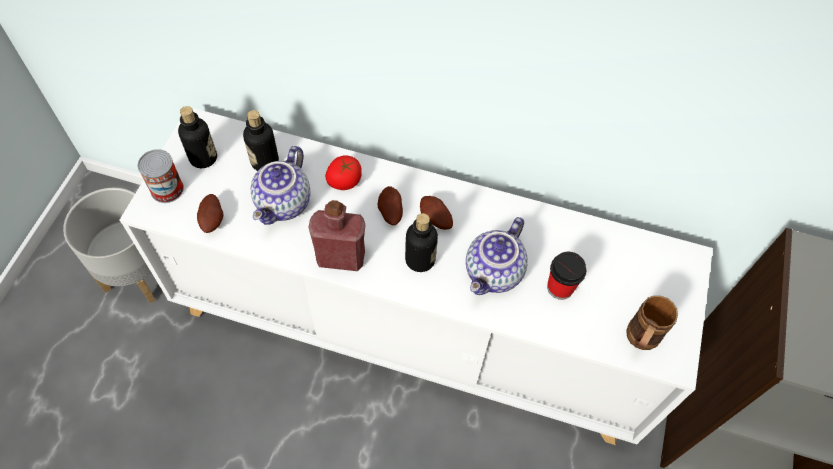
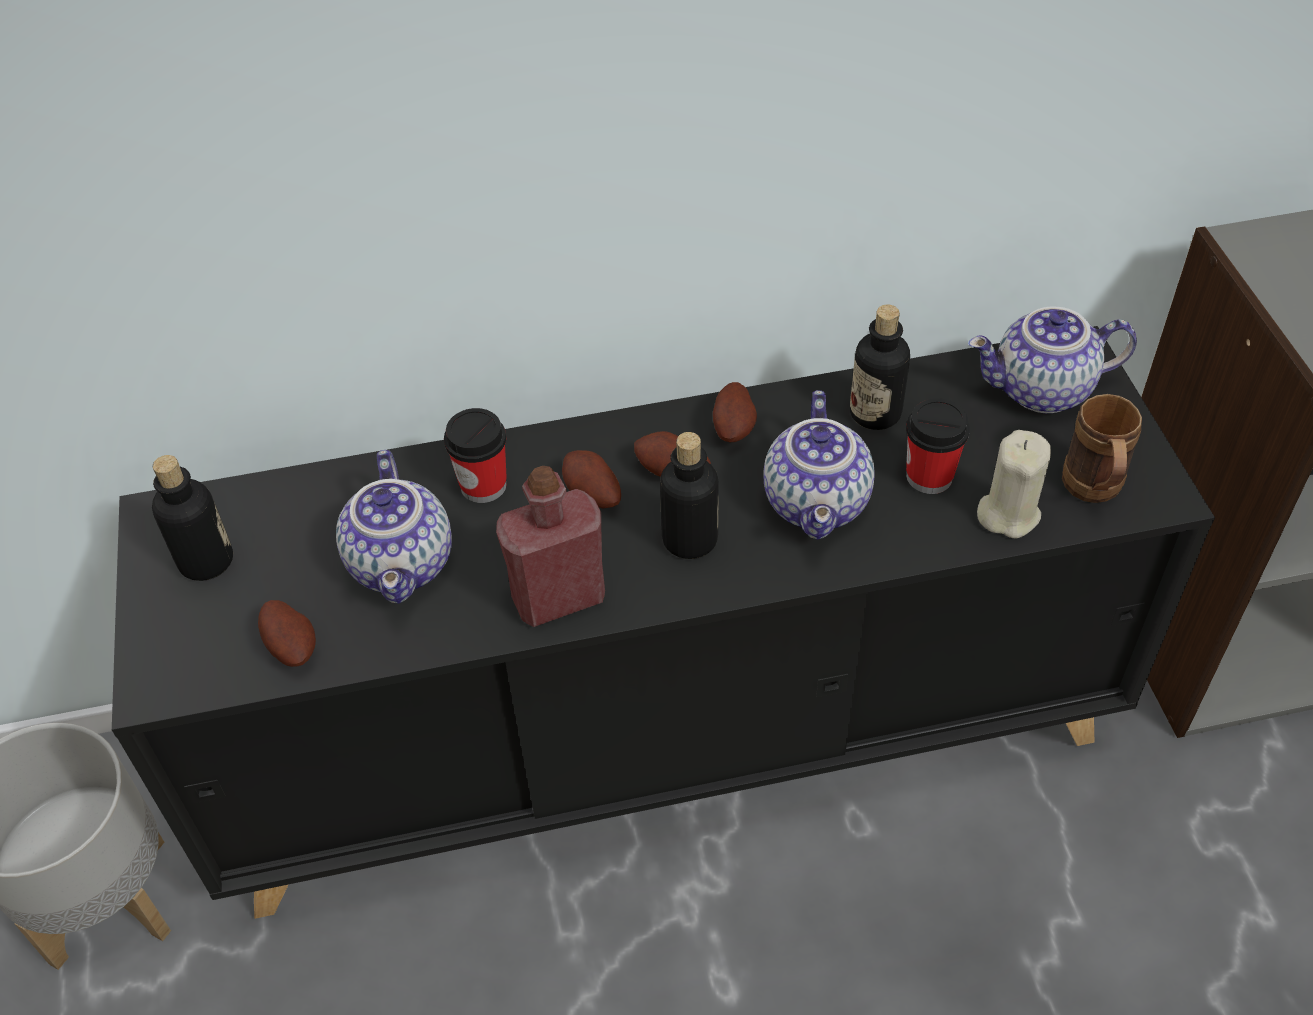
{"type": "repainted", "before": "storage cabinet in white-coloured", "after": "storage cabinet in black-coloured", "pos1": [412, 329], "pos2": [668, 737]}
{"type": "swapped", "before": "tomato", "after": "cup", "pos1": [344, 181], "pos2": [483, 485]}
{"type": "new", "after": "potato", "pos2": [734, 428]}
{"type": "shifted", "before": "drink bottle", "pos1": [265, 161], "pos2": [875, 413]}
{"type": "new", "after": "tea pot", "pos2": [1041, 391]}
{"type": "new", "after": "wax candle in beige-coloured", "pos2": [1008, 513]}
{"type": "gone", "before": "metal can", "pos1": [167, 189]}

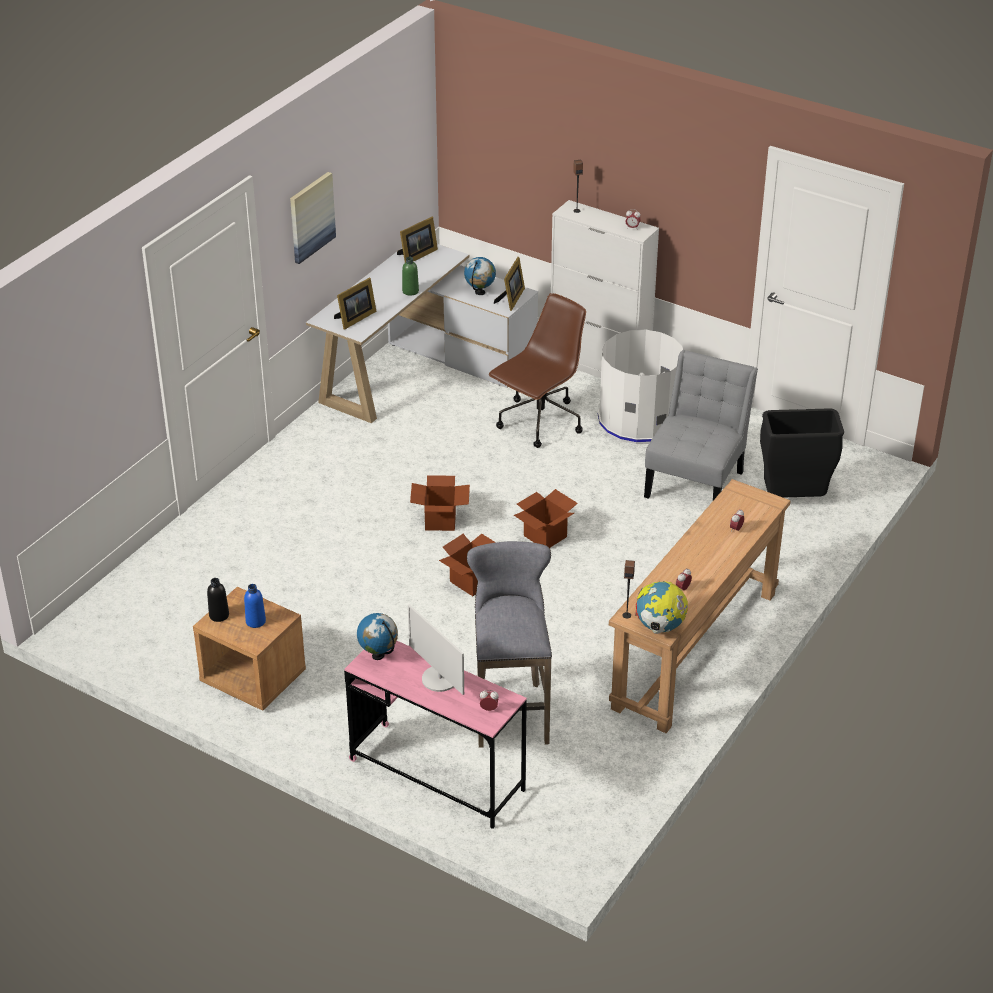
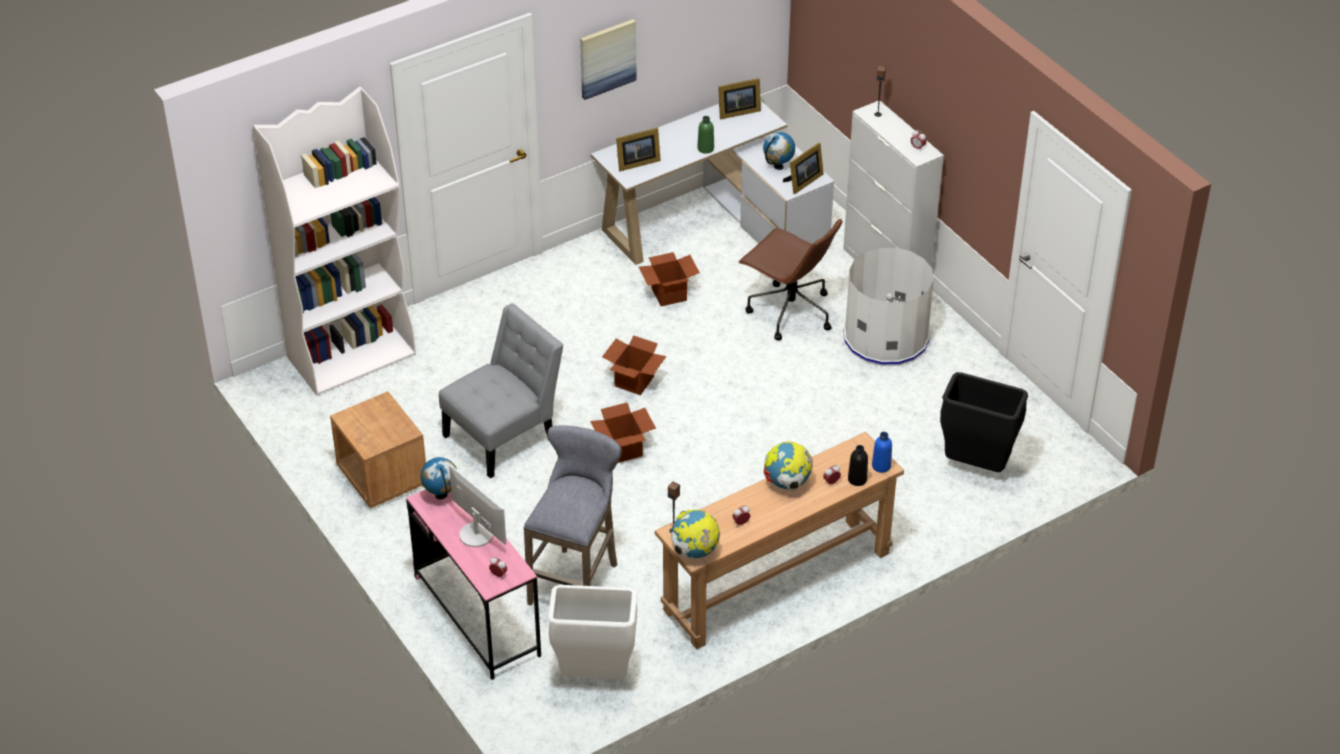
{"type": "new", "after": "bookcase in white-coloured", "pos2": [352, 355]}
{"type": "shifted", "before": "upright chair in greyish", "pos1": [696, 481], "pos2": [504, 435]}
{"type": "rotated", "before": "computer display", "pos1": [440, 679], "pos2": [477, 534], "turn": 150}
{"type": "new", "after": "waste bin in white-coloured", "pos2": [594, 676]}
{"type": "shifted", "before": "packing box", "pos1": [545, 536], "pos2": [669, 294]}
{"type": "rotated", "before": "office chair in brown-coloured", "pos1": [539, 423], "pos2": [789, 312], "turn": 60}
{"type": "new", "after": "world globe", "pos2": [787, 483]}
{"type": "shifted", "before": "drink bottle in black-coloured", "pos1": [219, 615], "pos2": [857, 479]}
{"type": "shifted", "before": "drink bottle in blue", "pos1": [255, 621], "pos2": [881, 466]}

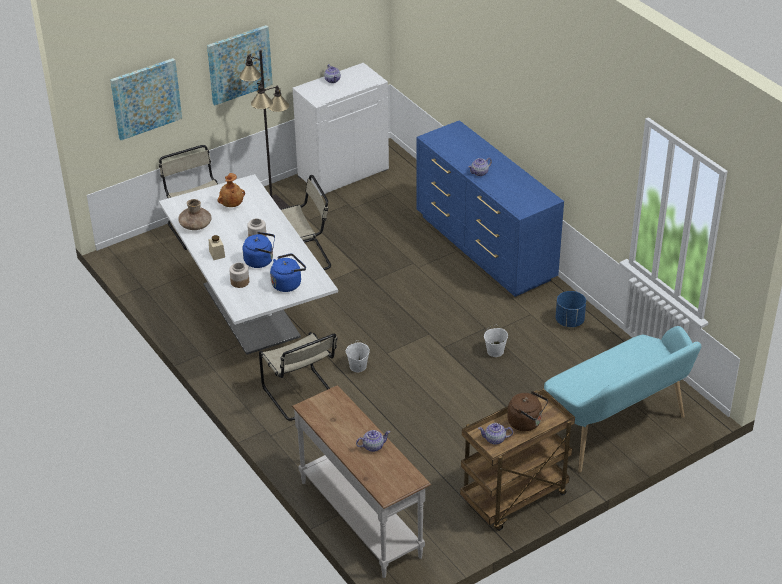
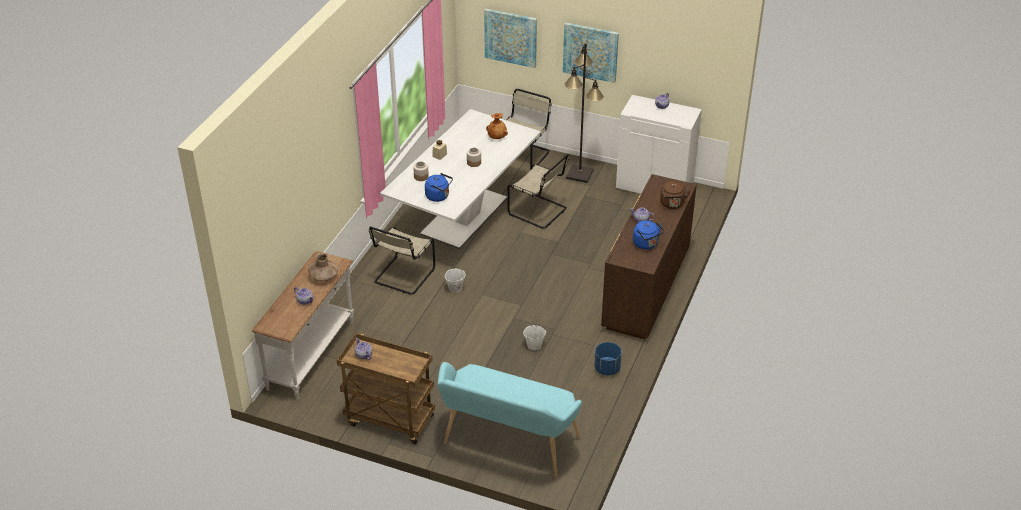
{"type": "shifted", "before": "vase in brown-coloured", "pos1": [195, 225], "pos2": [323, 276]}
{"type": "repainted", "before": "drawer chest in blue", "after": "drawer chest in brown-coloured", "pos1": [485, 248], "pos2": [645, 290]}
{"type": "shifted", "before": "tea kettle in blue", "pos1": [260, 261], "pos2": [646, 244]}
{"type": "shifted", "before": "tea kettle in brown-coloured", "pos1": [526, 423], "pos2": [672, 204]}

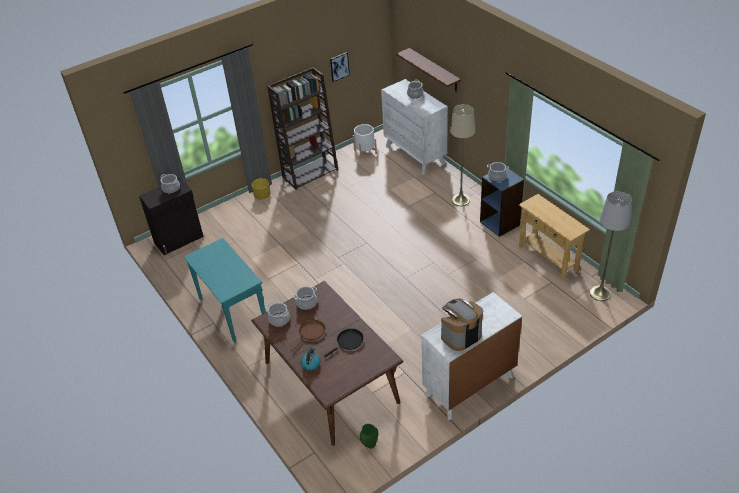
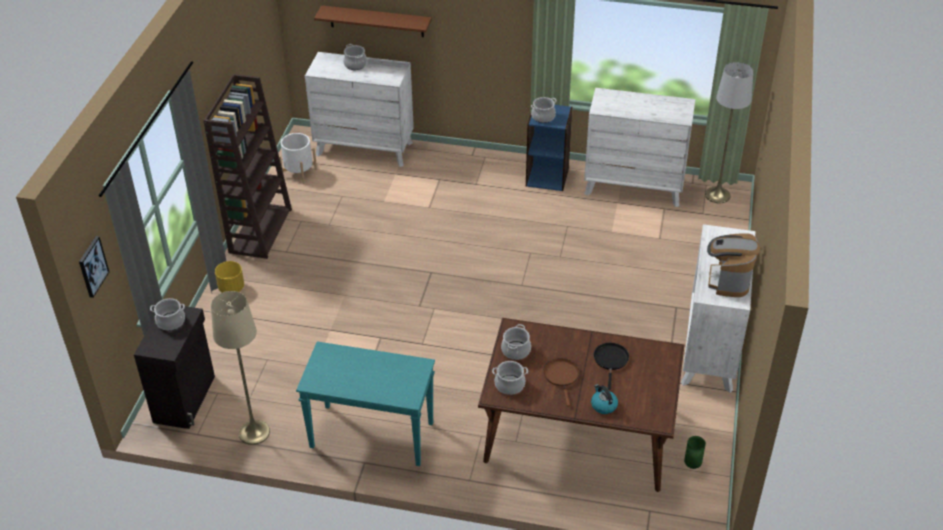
{"type": "shifted", "before": "wall picture", "pos1": [339, 66], "pos2": [92, 266]}
{"type": "shifted", "before": "floor lamp in beige-coloured", "pos1": [460, 200], "pos2": [254, 432]}
{"type": "swapped", "before": "hall table in beige-coloured", "after": "drawer chest in white-coloured", "pos1": [548, 258], "pos2": [634, 187]}

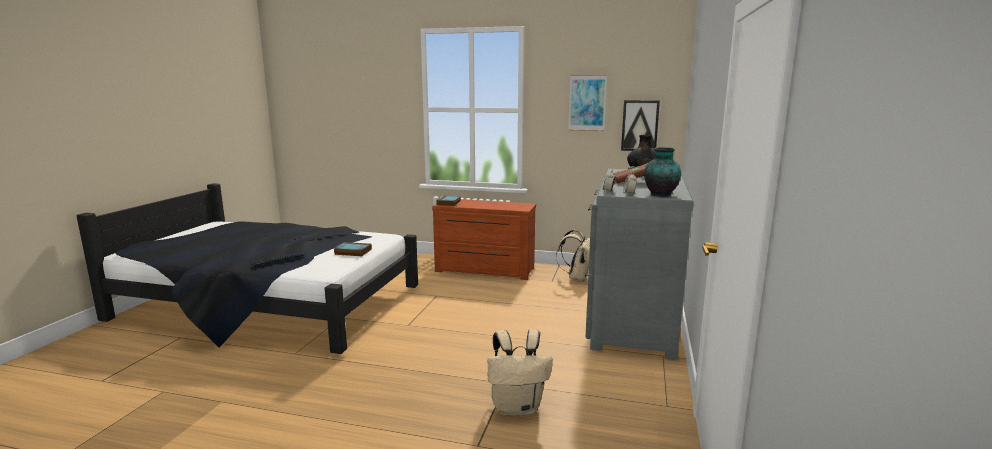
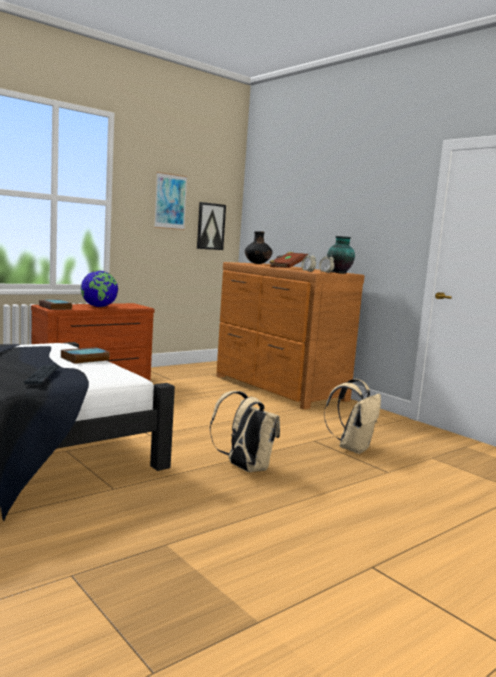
{"type": "new", "after": "world globe", "pos2": [99, 307]}
{"type": "shifted", "before": "rucksack in beige-coloured", "pos1": [576, 278], "pos2": [244, 468]}
{"type": "repainted", "before": "drawer chest in greyish", "after": "drawer chest in brown-coloured", "pos1": [630, 319], "pos2": [278, 388]}

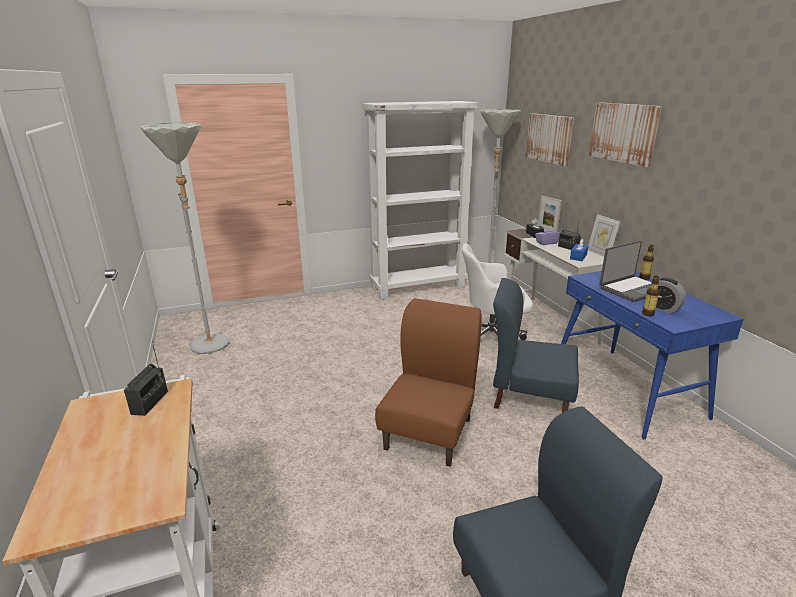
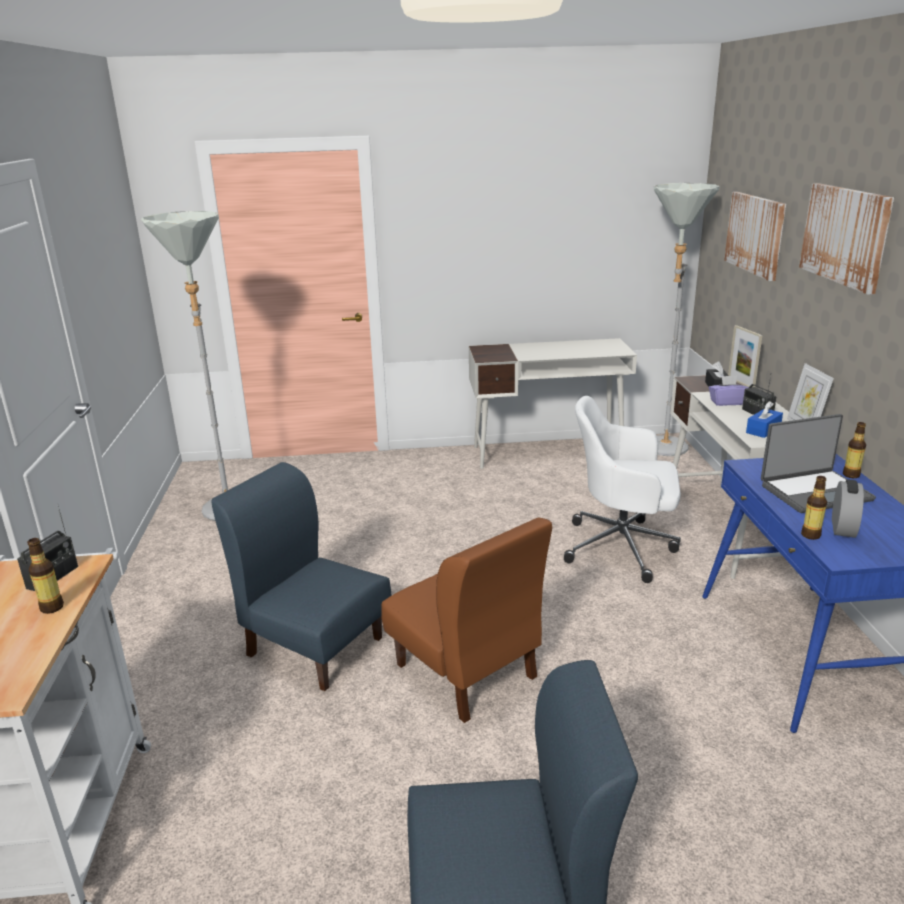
{"type": "new", "after": "drink bottle", "pos2": [52, 607]}
{"type": "shifted", "before": "upright chair in blue", "pos1": [529, 396], "pos2": [314, 645]}
{"type": "rotated", "before": "upright chair in brown-coloured", "pos1": [429, 433], "pos2": [466, 671], "turn": 105}
{"type": "swapped", "before": "bookcase in white-coloured", "after": "desk table in white-coloured", "pos1": [418, 287], "pos2": [548, 453]}
{"type": "rotated", "before": "bedside clock", "pos1": [662, 308], "pos2": [843, 528], "turn": -135}

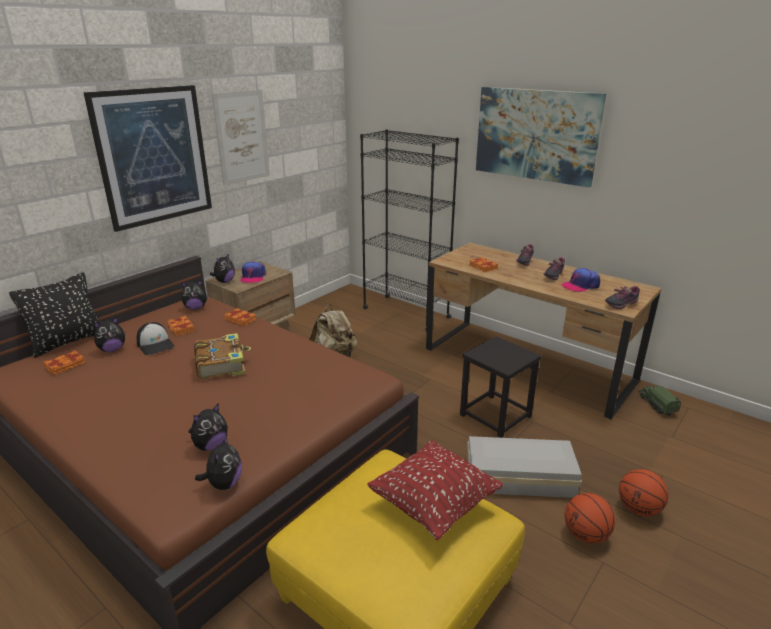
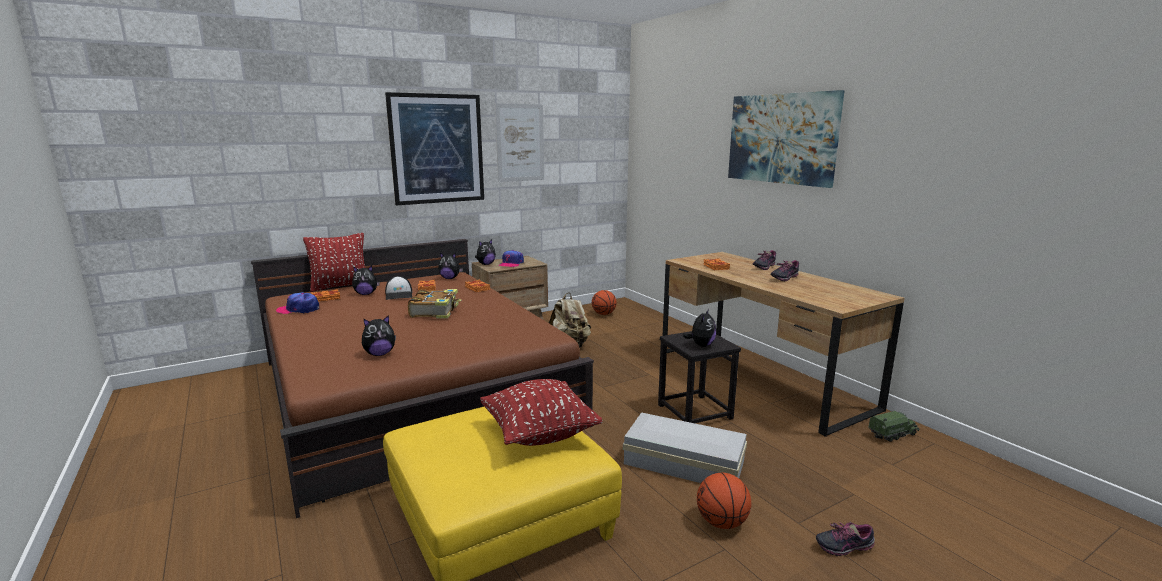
{"type": "shifted", "before": "peaked cap", "pos1": [580, 285], "pos2": [299, 309]}
{"type": "repainted", "before": "pillow in black-coloured", "after": "pillow in reddish", "pos1": [68, 342], "pos2": [340, 287]}
{"type": "shifted", "before": "ball for basketball", "pos1": [638, 509], "pos2": [604, 314]}
{"type": "shifted", "before": "plush toy", "pos1": [224, 483], "pos2": [701, 345]}
{"type": "shifted", "before": "item of footwear", "pos1": [620, 305], "pos2": [843, 547]}
{"type": "rotated", "before": "toy lorry", "pos1": [656, 405], "pos2": [893, 434], "turn": 60}
{"type": "gone", "before": "bookcase in black-coloured", "pos1": [405, 313]}

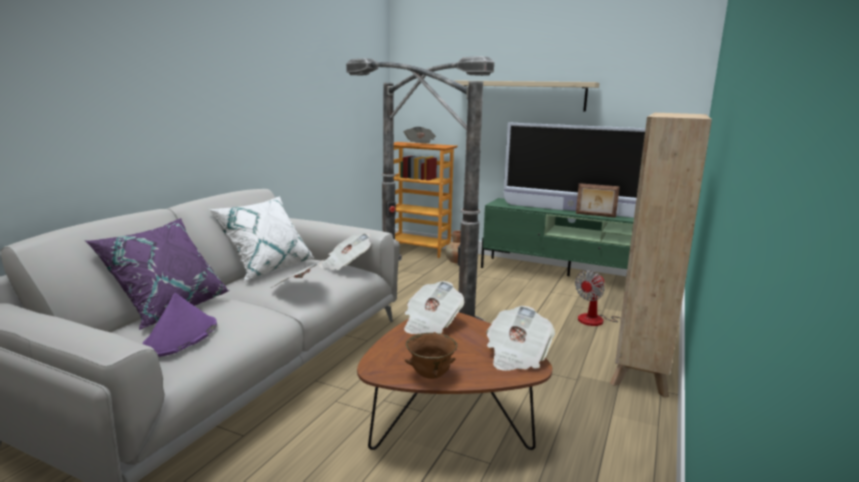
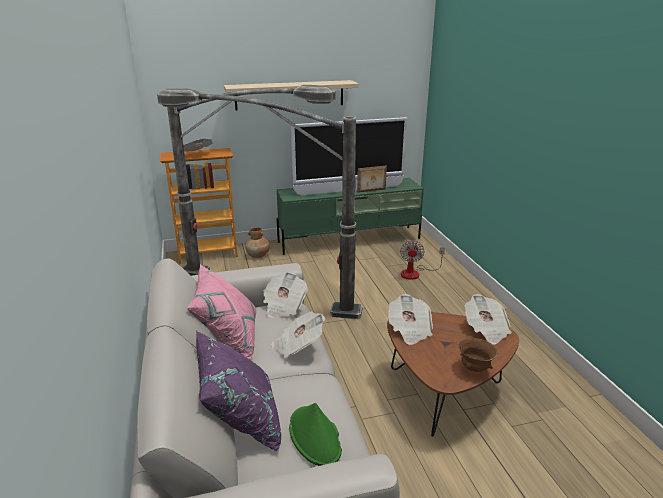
{"type": "repainted", "before": "pillow in white-coloured", "after": "pillow in pink", "pos1": [267, 268], "pos2": [228, 338]}
{"type": "repainted", "before": "clothing hat in purple-coloured", "after": "clothing hat in green", "pos1": [180, 337], "pos2": [315, 436]}
{"type": "gone", "before": "bookcase in beige-coloured", "pos1": [642, 363]}

